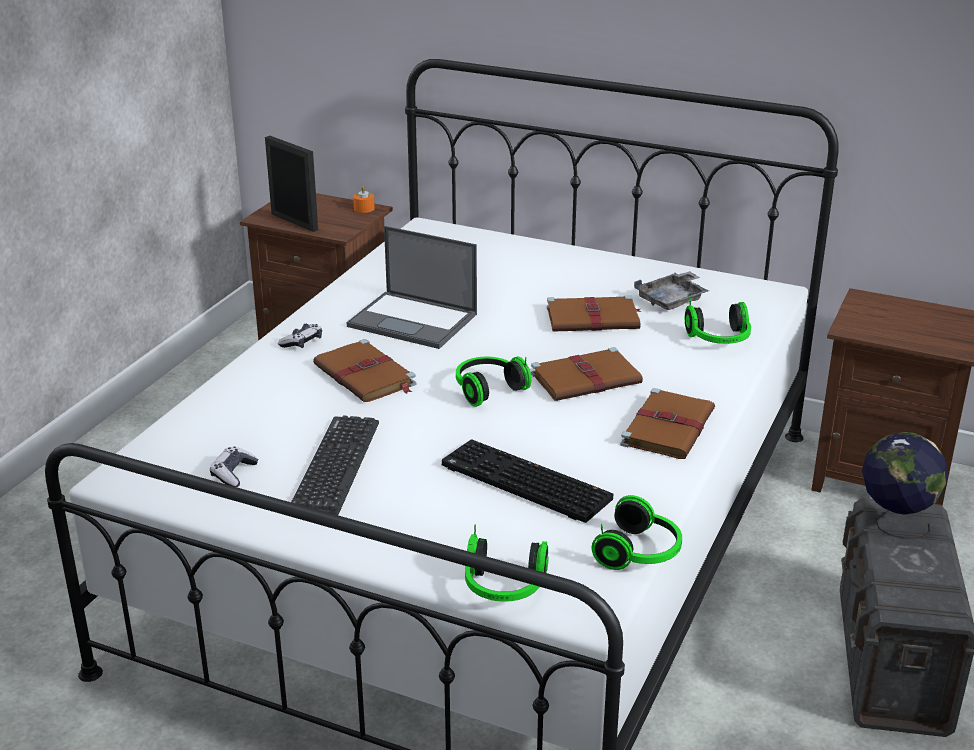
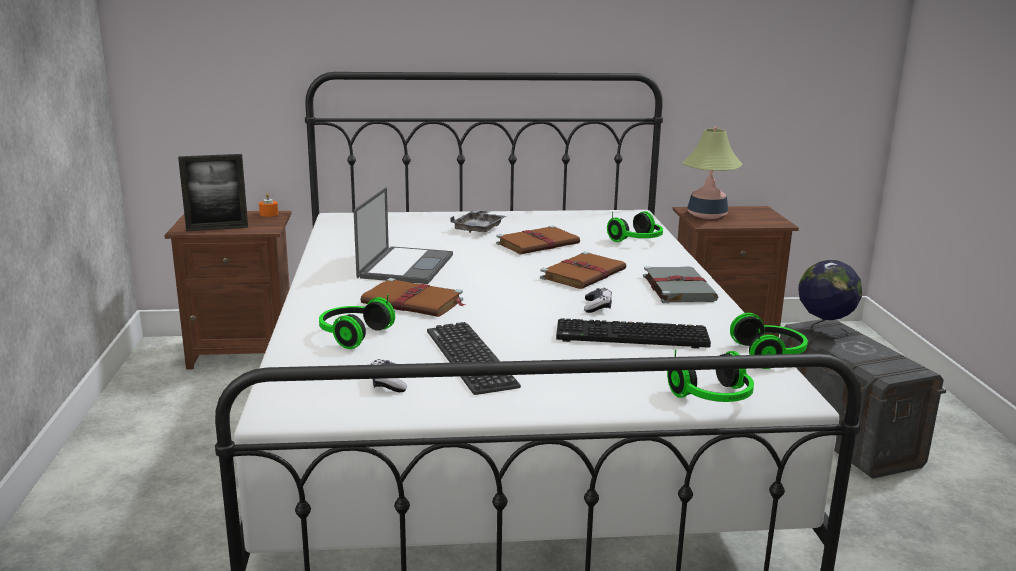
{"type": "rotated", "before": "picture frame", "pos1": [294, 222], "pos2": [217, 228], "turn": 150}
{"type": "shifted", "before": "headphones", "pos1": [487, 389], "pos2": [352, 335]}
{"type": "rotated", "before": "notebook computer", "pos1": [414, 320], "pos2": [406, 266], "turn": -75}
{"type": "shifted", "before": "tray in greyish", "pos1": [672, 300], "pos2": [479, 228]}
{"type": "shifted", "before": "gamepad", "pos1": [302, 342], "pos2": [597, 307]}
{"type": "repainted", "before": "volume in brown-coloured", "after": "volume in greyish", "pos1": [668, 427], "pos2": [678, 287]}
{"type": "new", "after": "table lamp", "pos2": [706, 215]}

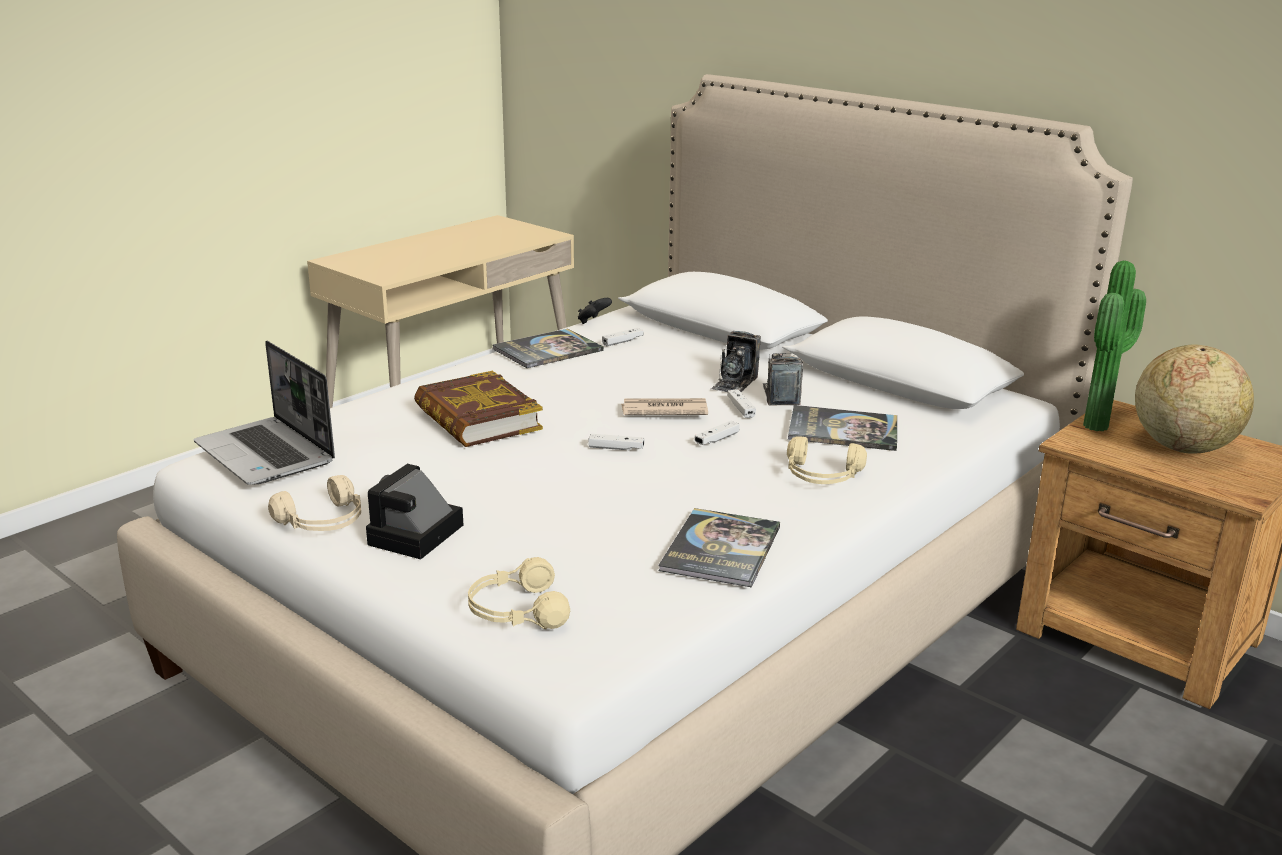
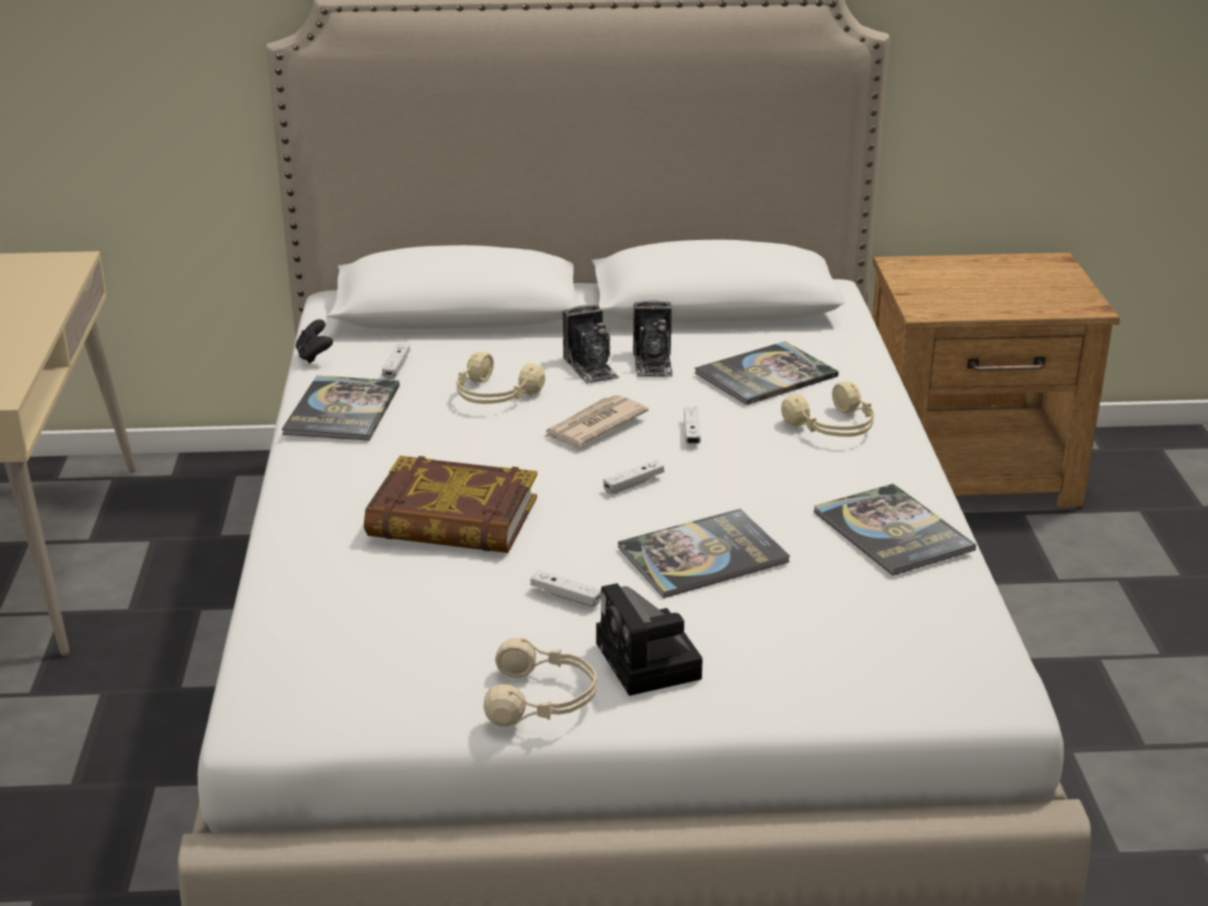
{"type": "shifted", "before": "headphones in beige-coloured", "pos1": [516, 611], "pos2": [493, 396]}
{"type": "shifted", "before": "gamepad in white-coloured", "pos1": [741, 408], "pos2": [565, 596]}
{"type": "new", "after": "volume", "pos2": [703, 555]}
{"type": "rotated", "before": "still camera", "pos1": [780, 395], "pos2": [653, 363], "turn": -135}
{"type": "gone", "before": "notebook computer", "pos1": [267, 454]}
{"type": "gone", "before": "plant in a pot", "pos1": [1100, 427]}
{"type": "gone", "before": "world globe", "pos1": [1182, 447]}

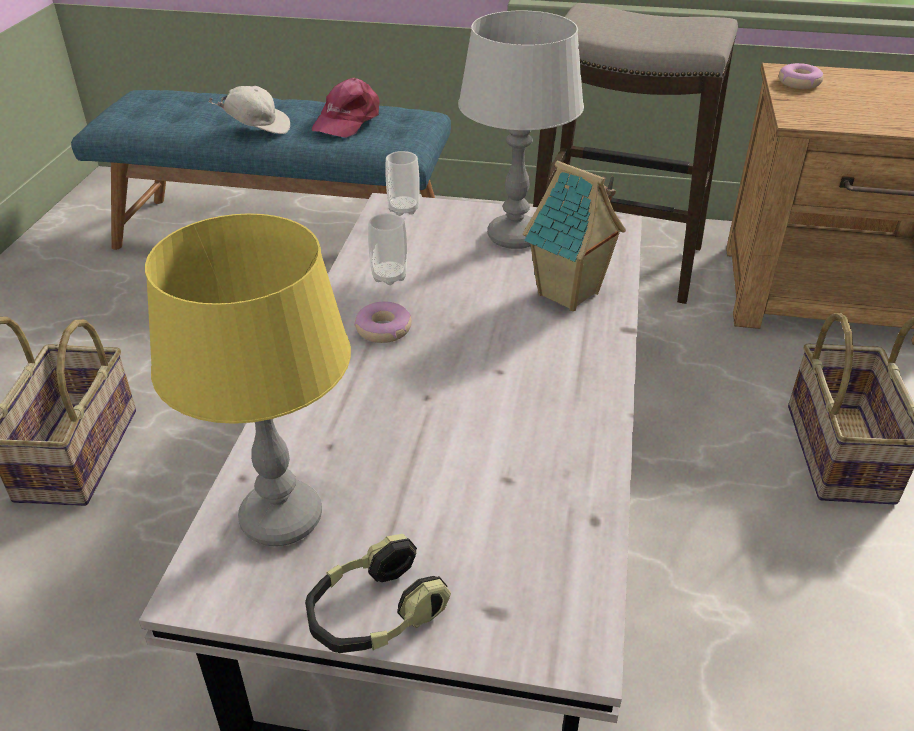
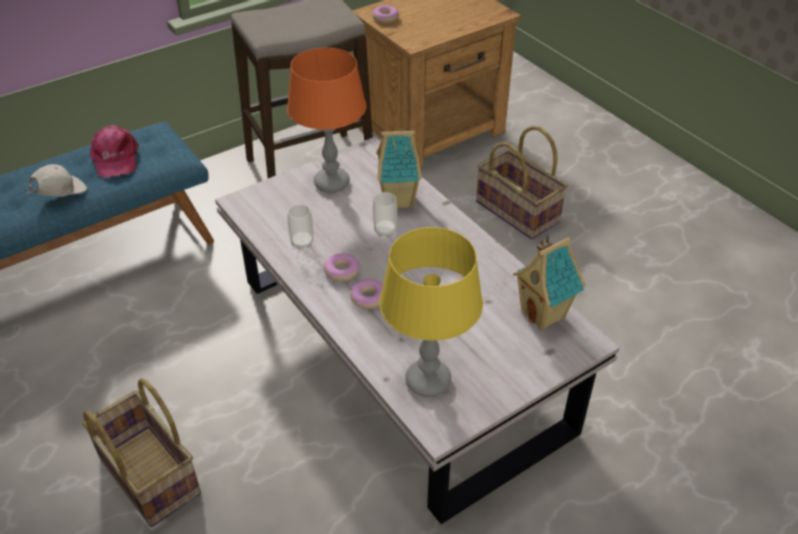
{"type": "repainted", "before": "table lamp in greyish", "after": "table lamp in orange-coloured", "pos1": [514, 237], "pos2": [332, 183]}
{"type": "new", "after": "doughnut", "pos2": [368, 298]}
{"type": "shifted", "before": "cup", "pos1": [403, 209], "pos2": [385, 230]}
{"type": "new", "after": "miniature house", "pos2": [544, 315]}
{"type": "gone", "before": "headphones", "pos1": [374, 614]}

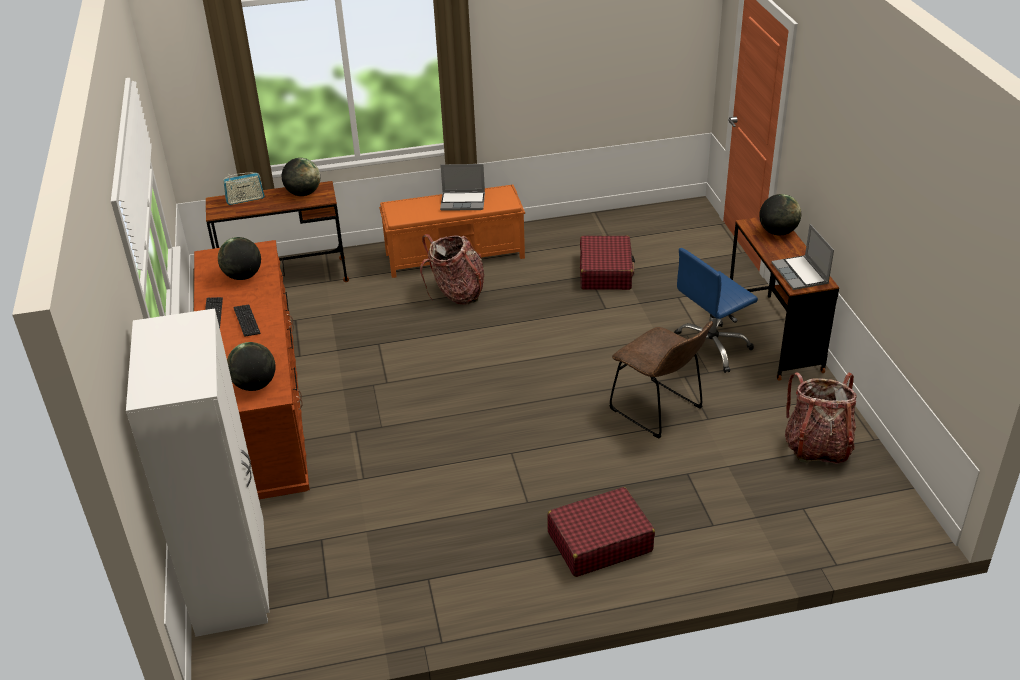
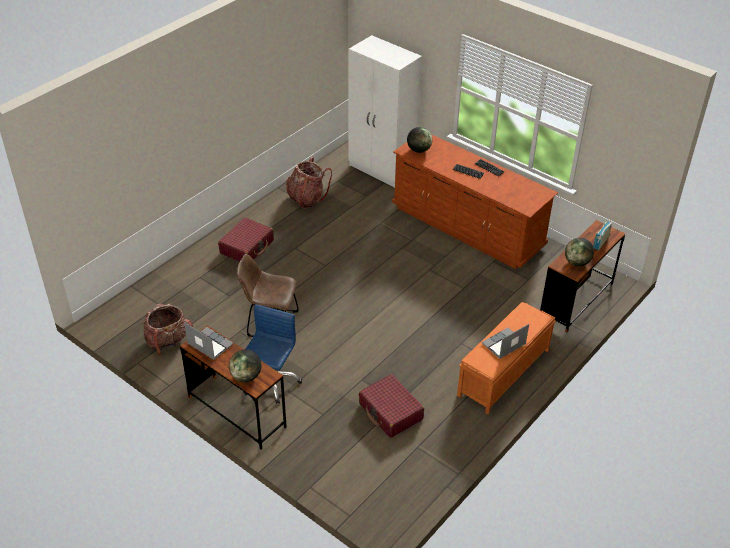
{"type": "shifted", "before": "rucksack", "pos1": [457, 293], "pos2": [307, 199]}
{"type": "gone", "before": "world globe", "pos1": [243, 276]}

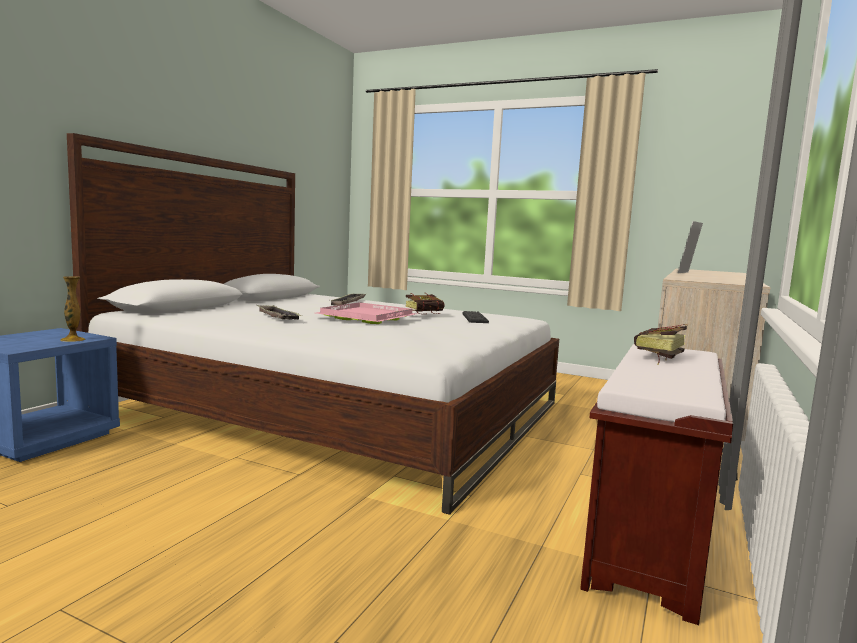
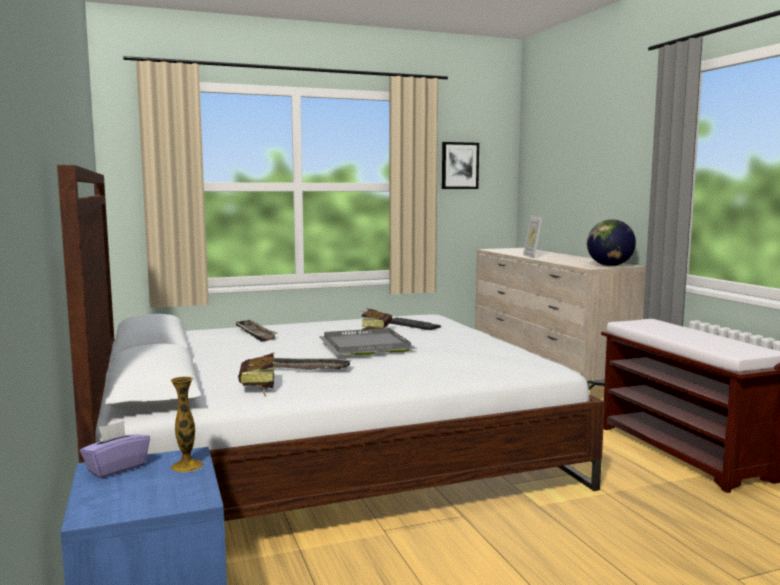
{"type": "new", "after": "tissue holder in purple-coloured", "pos2": [116, 468]}
{"type": "shifted", "before": "volume", "pos1": [657, 358], "pos2": [257, 388]}
{"type": "repainted", "before": "tray in pink", "after": "tray in greyish", "pos1": [366, 316], "pos2": [364, 345]}
{"type": "new", "after": "wall picture", "pos2": [459, 165]}
{"type": "new", "after": "world globe", "pos2": [610, 266]}

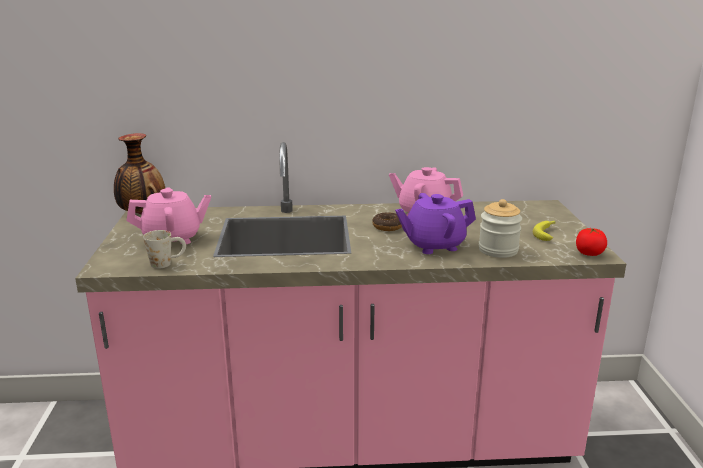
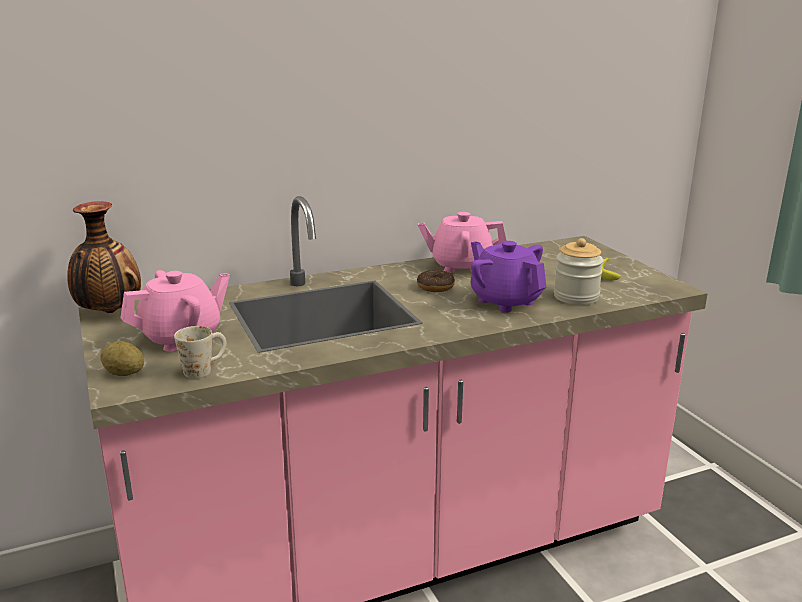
{"type": "new", "after": "potato", "pos2": [124, 374]}
{"type": "rotated", "before": "tea pot in purple-coloured", "pos1": [433, 245], "pos2": [505, 301], "turn": 90}
{"type": "gone", "before": "tomato", "pos1": [589, 253]}

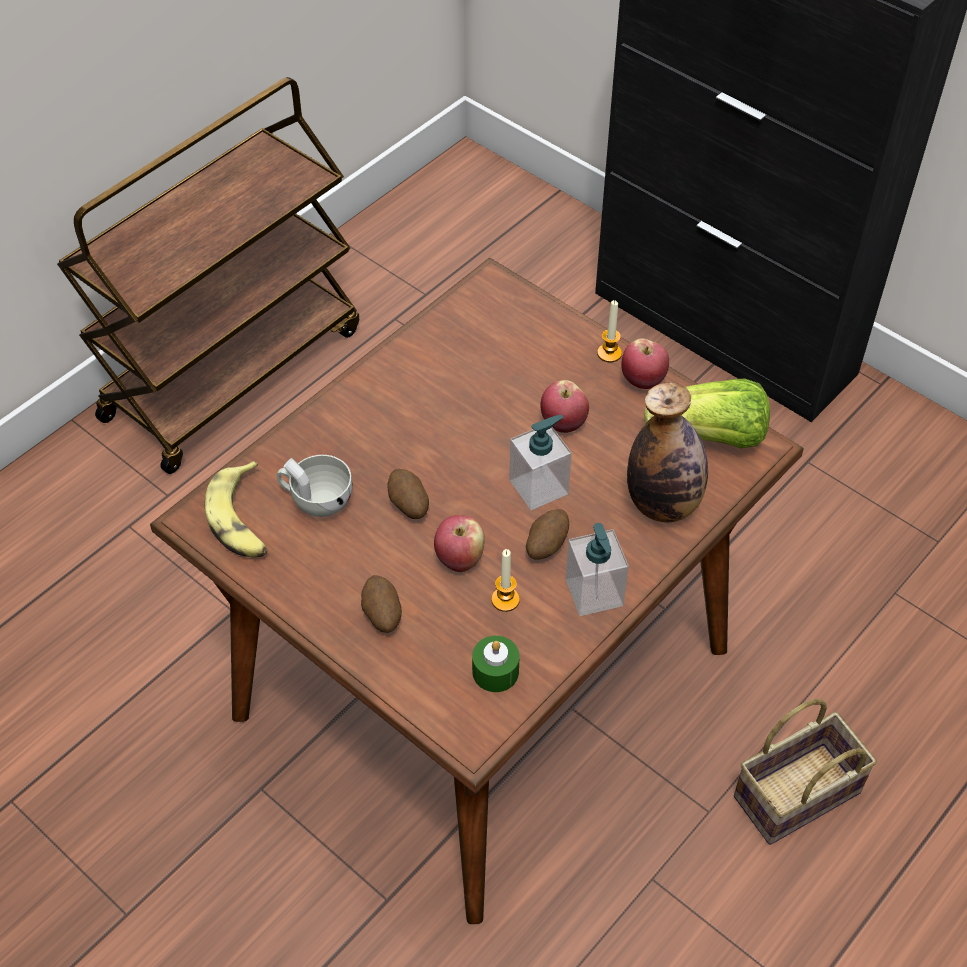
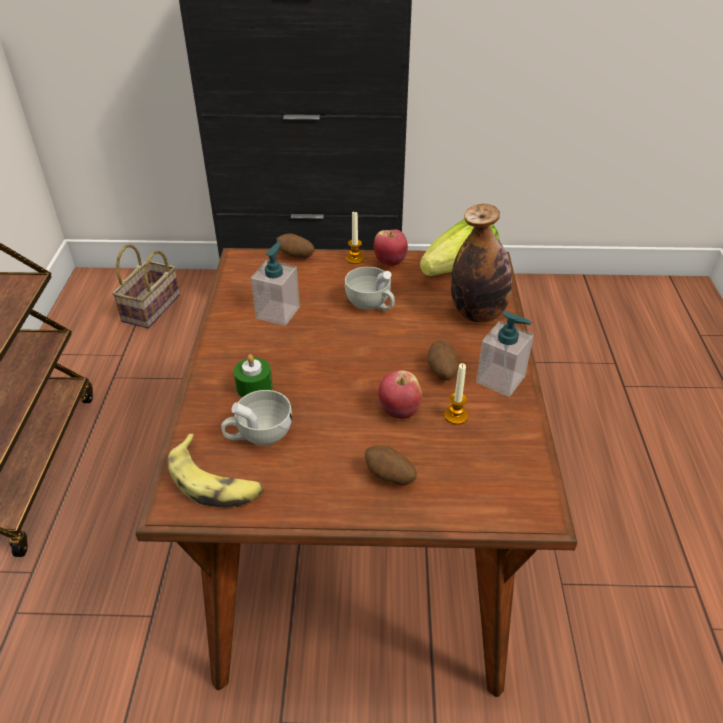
{"type": "shifted", "before": "storage basket", "pos1": [796, 798], "pos2": [151, 309]}
{"type": "shifted", "before": "wax candle in green", "pos1": [495, 671], "pos2": [254, 387]}
{"type": "shifted", "before": "soap bottle", "pos1": [539, 487], "pos2": [278, 312]}
{"type": "shifted", "before": "potato", "pos1": [408, 505], "pos2": [295, 256]}
{"type": "swapped", "before": "apple fruit", "after": "cup in white-coloured", "pos1": [563, 423], "pos2": [371, 304]}

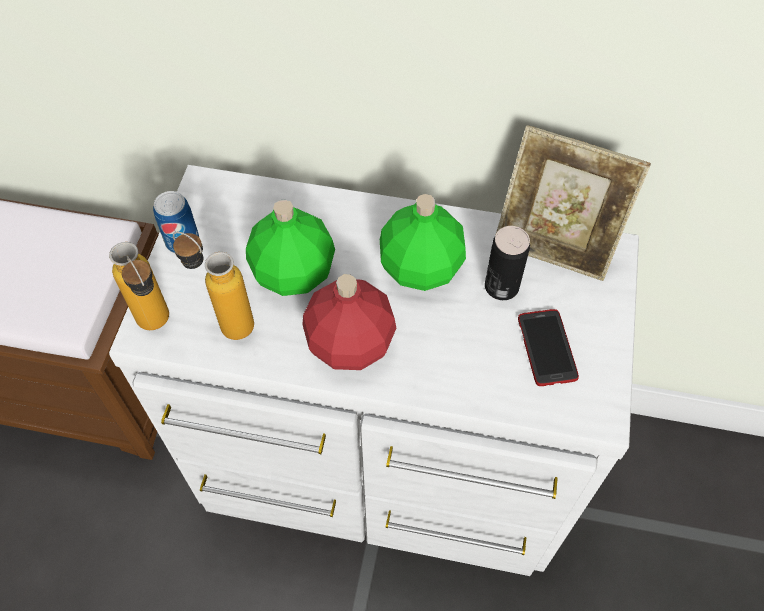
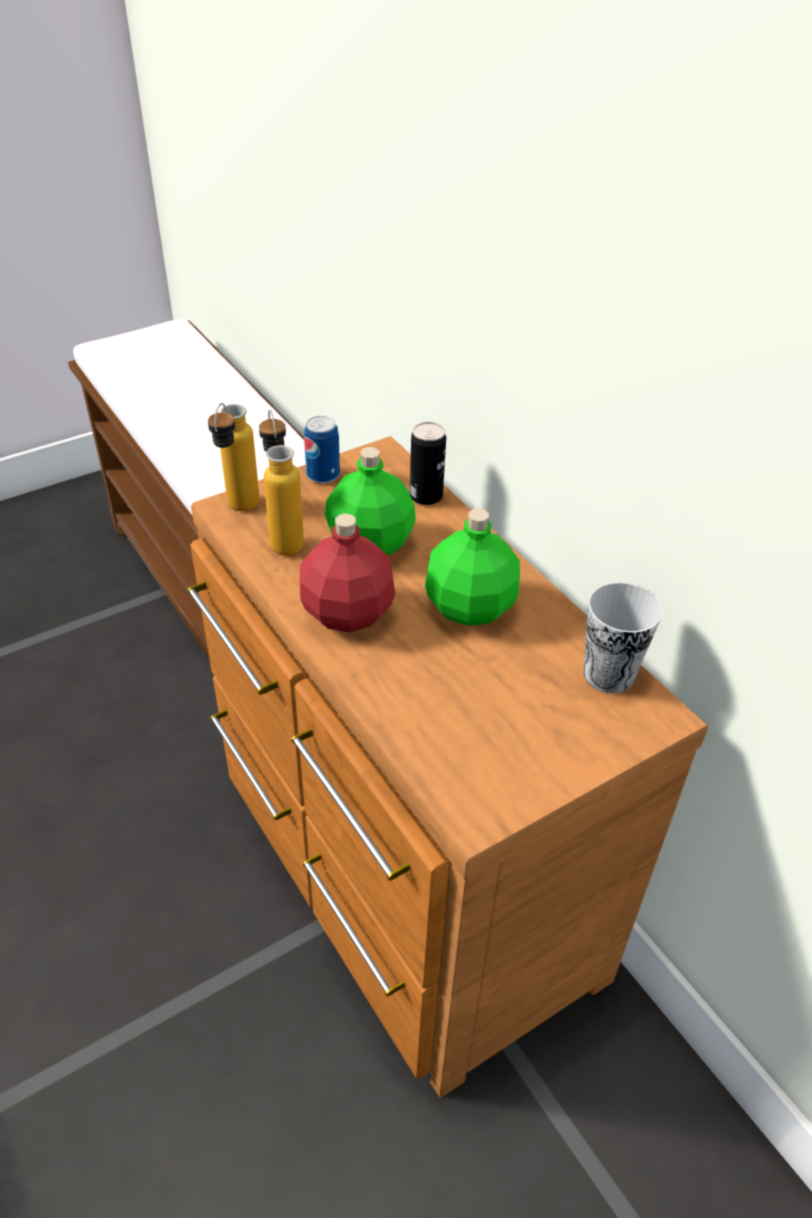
{"type": "repainted", "before": "drawer chest in white-coloured", "after": "drawer chest in brown-coloured", "pos1": [385, 466], "pos2": [401, 876]}
{"type": "shifted", "before": "metal can", "pos1": [501, 286], "pos2": [426, 496]}
{"type": "swapped", "before": "picture frame", "after": "cup", "pos1": [554, 246], "pos2": [608, 674]}
{"type": "gone", "before": "phone", "pos1": [547, 348]}

